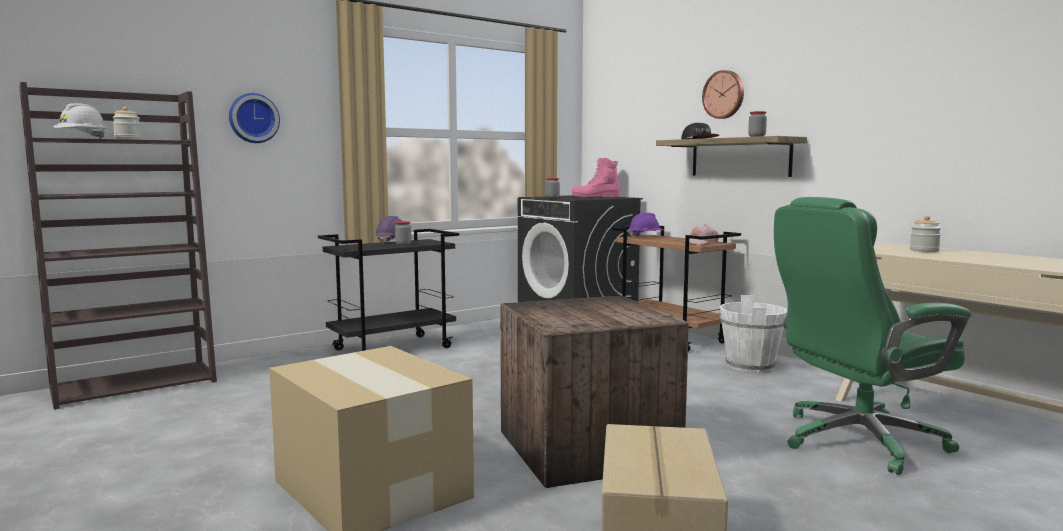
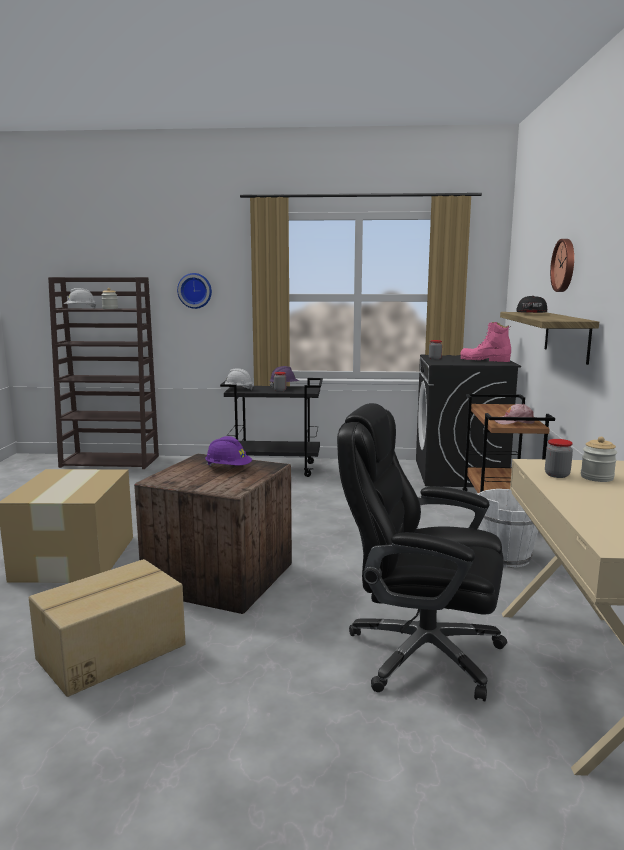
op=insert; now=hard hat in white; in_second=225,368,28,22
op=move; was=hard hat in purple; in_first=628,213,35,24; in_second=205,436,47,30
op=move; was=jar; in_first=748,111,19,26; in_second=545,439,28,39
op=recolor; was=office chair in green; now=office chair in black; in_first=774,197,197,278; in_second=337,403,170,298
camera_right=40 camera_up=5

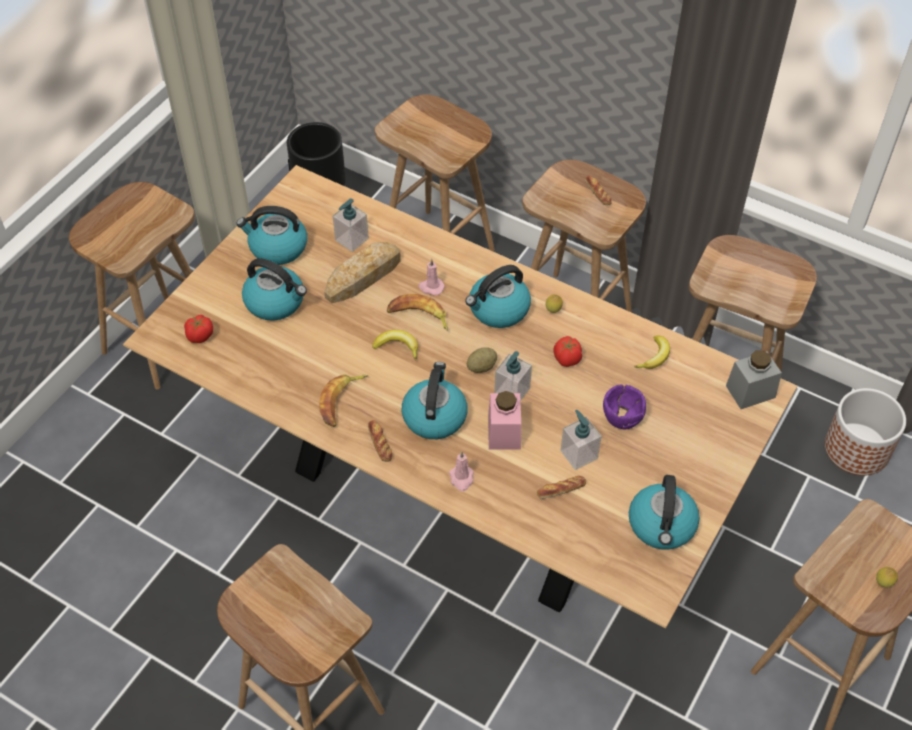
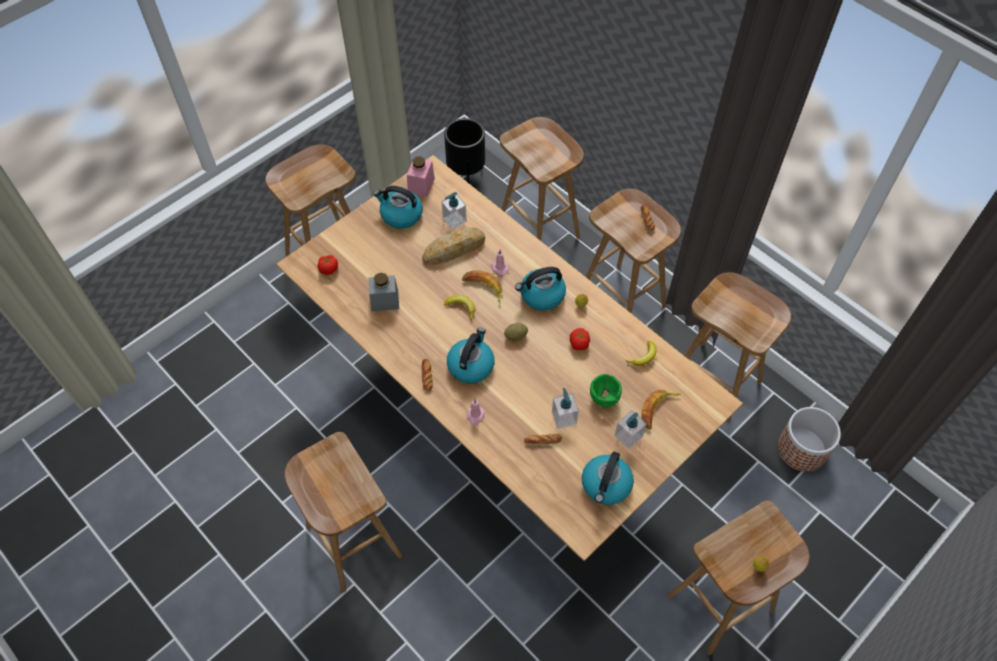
op=delete; was=kettle; in_first=242,258,65,63
op=move; was=banana; in_first=319,374,49,53; in_second=642,390,39,40
op=move; was=jar in pink; in_first=488,391,33,58; in_second=407,156,28,41
op=move; was=soap dispenser; in_first=494,351,38,50; in_second=614,410,33,39
op=move; was=jar in grey; in_first=726,350,56,59; in_second=369,273,30,39
op=recolor; was=bowl in purple; now=bowl in green; in_first=603,384,43,46; in_second=590,374,32,33
camera_right=15 camera_up=5

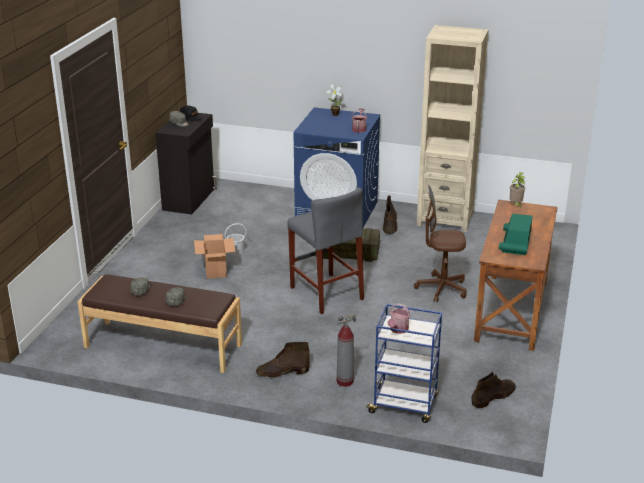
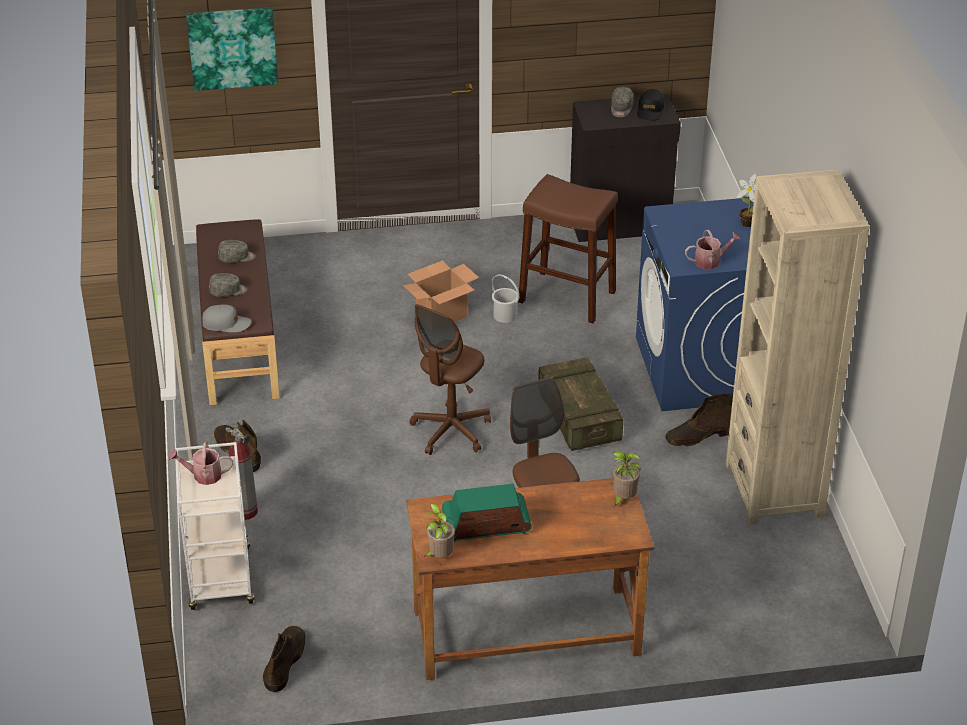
op=insert; now=picture; in_second=186,7,92,84
op=insert; now=cap in grey; in_second=202,305,49,28
op=insert; now=potted plant; in_second=421,503,34,55
op=insert; now=stool in brown; in_second=518,174,100,149
op=replace; was=stool in grey; now=office chair in brown; in_first=288,187,76,127; in_second=409,304,82,151
op=recolor; was=cart in blue; now=cart in white; in_first=365,304,77,119; in_second=175,442,80,168
op=rotate; was=boot in brown; in_first=472,371,44,37; in_second=263,626,42,66; clockwise=-105
camera_right=65 camera_up=10

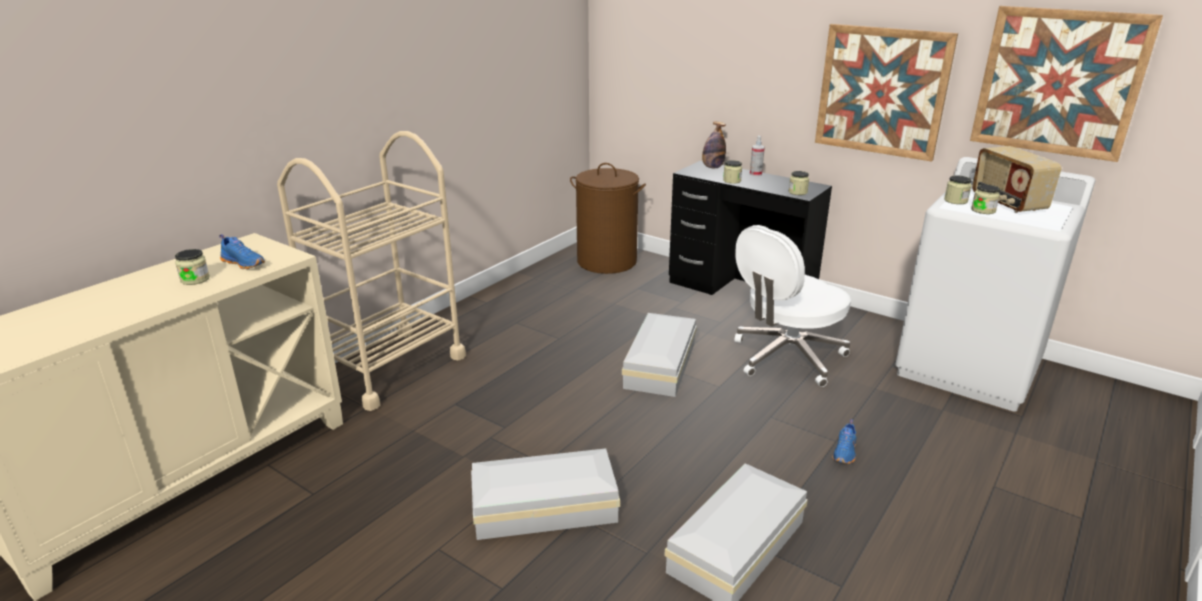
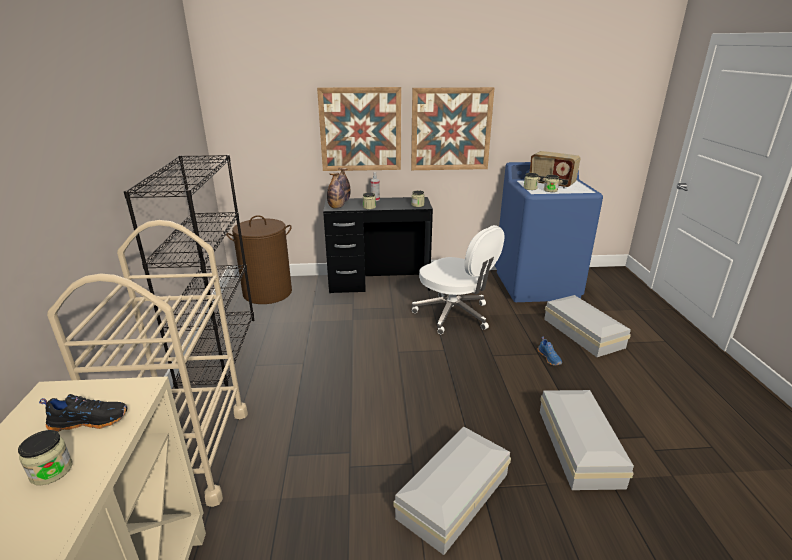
op=insert; now=bookcase in black; in_second=124,155,130,234
op=insert; now=bottle; in_second=327,173,18,36
op=move; was=storage box in white; in_first=622,313,75,84; in_second=544,295,87,62
op=move; was=picture; in_first=970,6,193,156; in_second=317,87,84,84
op=recolor; was=shoe in blue; now=shoe in black; in_first=219,234,46,35; in_second=39,394,89,38
op=recolor; was=washing machine in white; now=washing machine in blue; in_first=895,157,201,255; in_second=495,162,108,140
op=rotate; was=office chair in white; in_first=734,225,117,162; in_second=412,225,92,109; clockwise=-60
camera_right=-40 camera_up=0

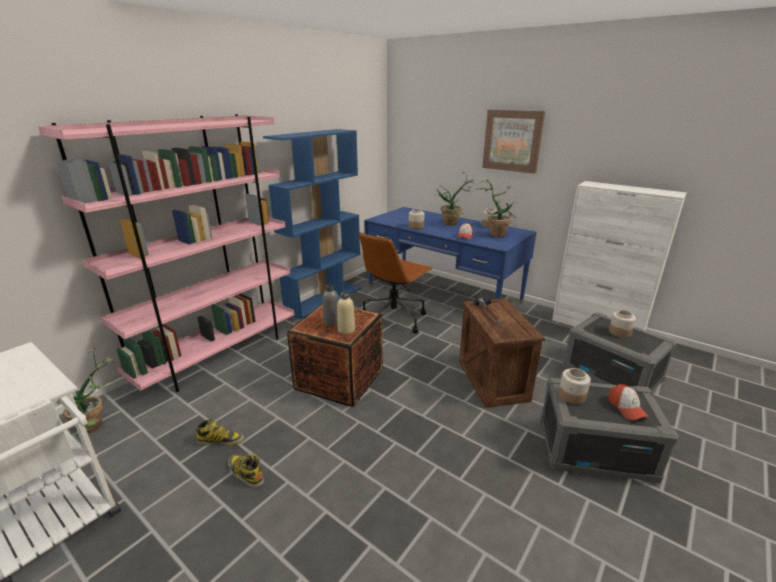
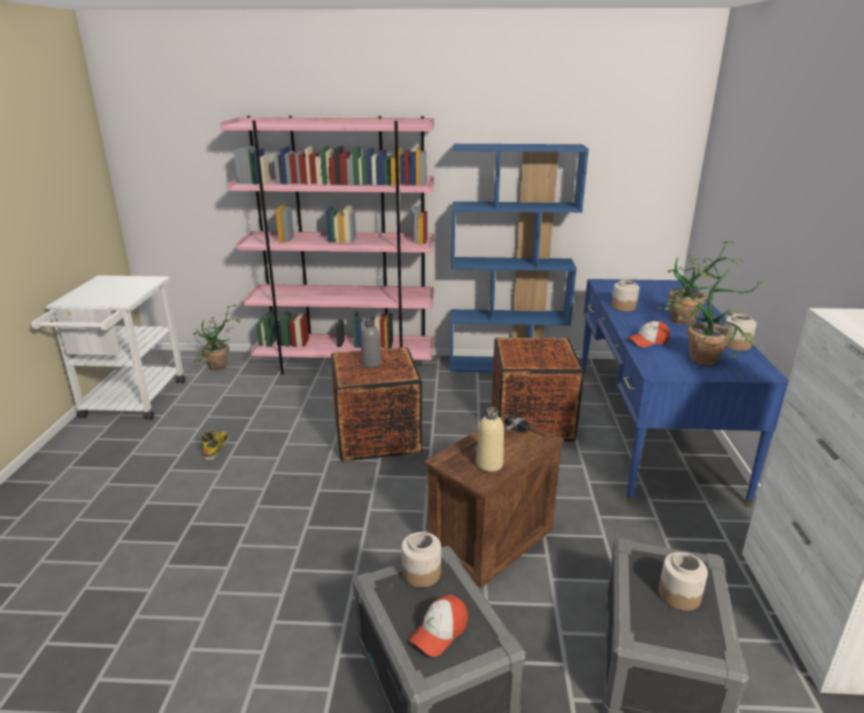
op=delete; was=boot; in_first=196,419,48,27
op=delete; was=picture; in_first=482,110,63,64
op=move; was=bottle in beige; in_first=337,291,18,43; in_second=476,407,28,65
op=replace; was=office chair in brown; now=crate; in_first=359,232,74,101; in_second=492,338,92,103
camera_right=55 camera_up=0

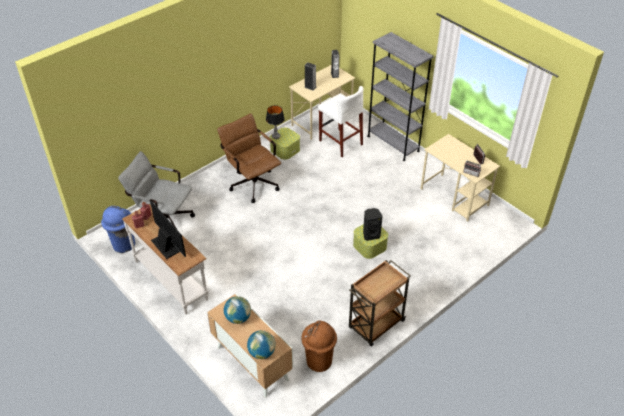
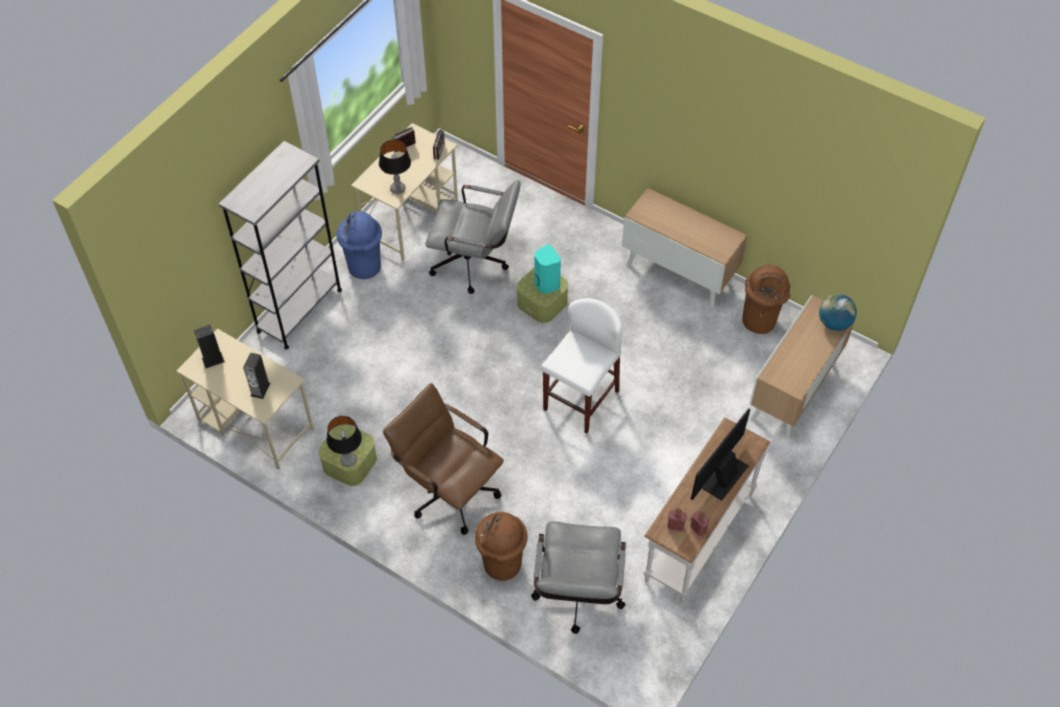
op=delete; was=globe; in_first=224,296,27,28
op=insert; now=table lamp; in_second=379,140,32,54
op=insert; now=office chair in grey; in_second=425,180,96,114
op=insert; now=trash can in brown; in_second=475,512,53,69
op=move; was=trash can in blue; in_first=101,206,34,47; in_second=336,211,46,68
op=move; was=stool in white; in_first=318,86,45,71; in_second=541,298,81,136
op=replace; was=cart in brown; now=cabinet; in_first=349,260,62,87; in_second=622,188,125,120
op=recolor; was=speaker in black; now=speaker in turquoise; in_first=363,208,20,33; in_second=534,245,27,49
op=rotate; was=office chair in brown; in_first=217,114,64,89; in_second=383,383,121,152; clockwise=90
camera_right=-105 camera_up=10

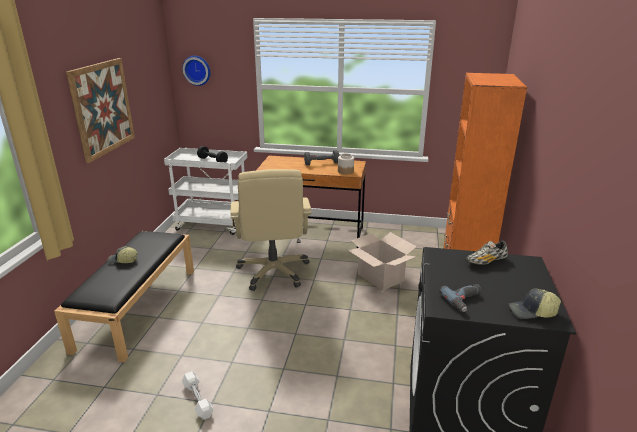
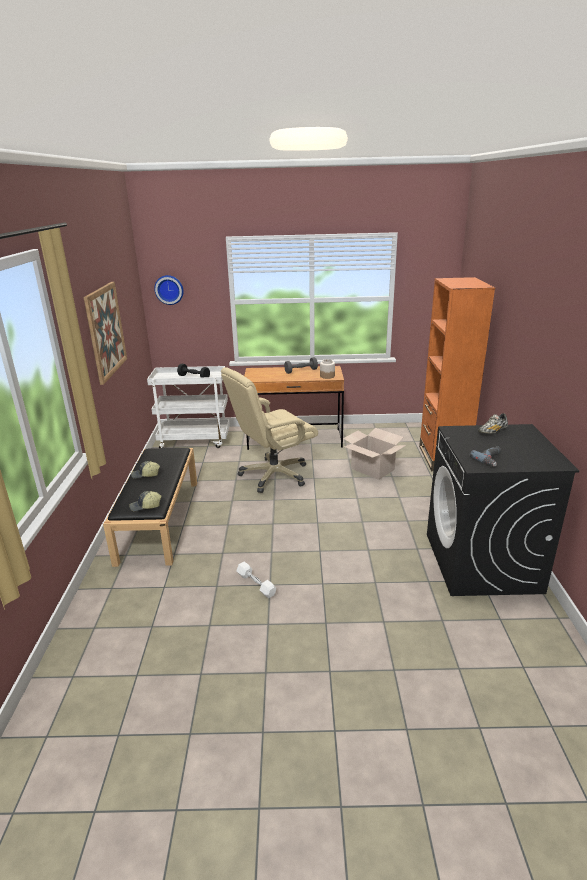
op=move; was=cap; in_first=509,289,52,30; in_second=130,491,31,20
op=rotate; was=office chair in beige; in_first=230,169,82,122; in_second=221,367,97,126; clockwise=75
camera_right=-10 camera_up=0

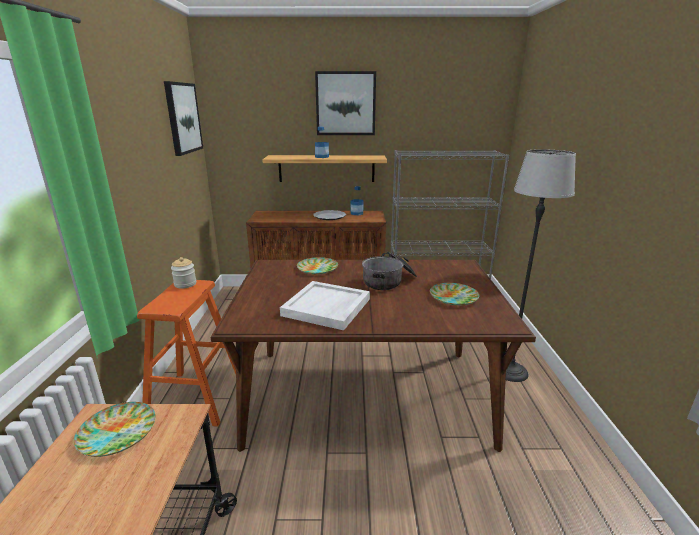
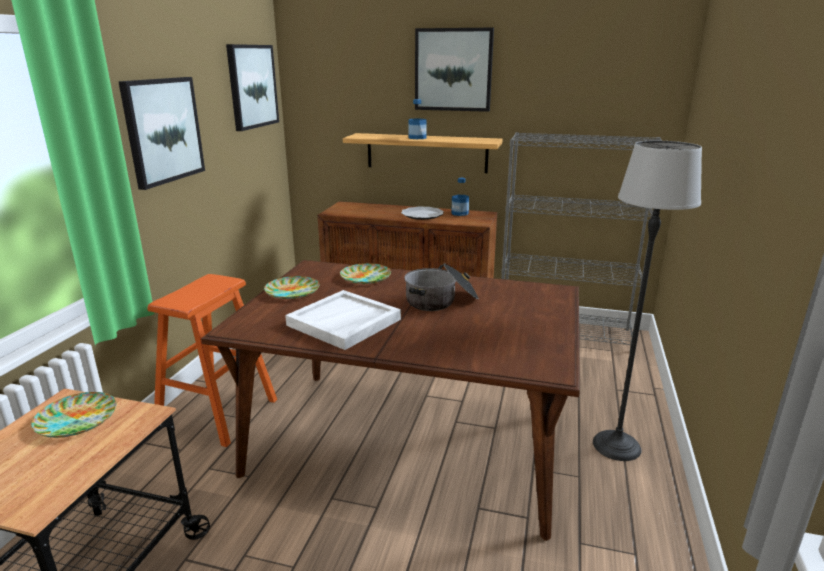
op=delete; was=jar; in_first=171,257,25,32
op=insert; now=picture; in_second=118,77,87,113
op=move; was=plate; in_first=430,283,49,23; in_second=264,276,55,23
camera_right=15 camera_up=0

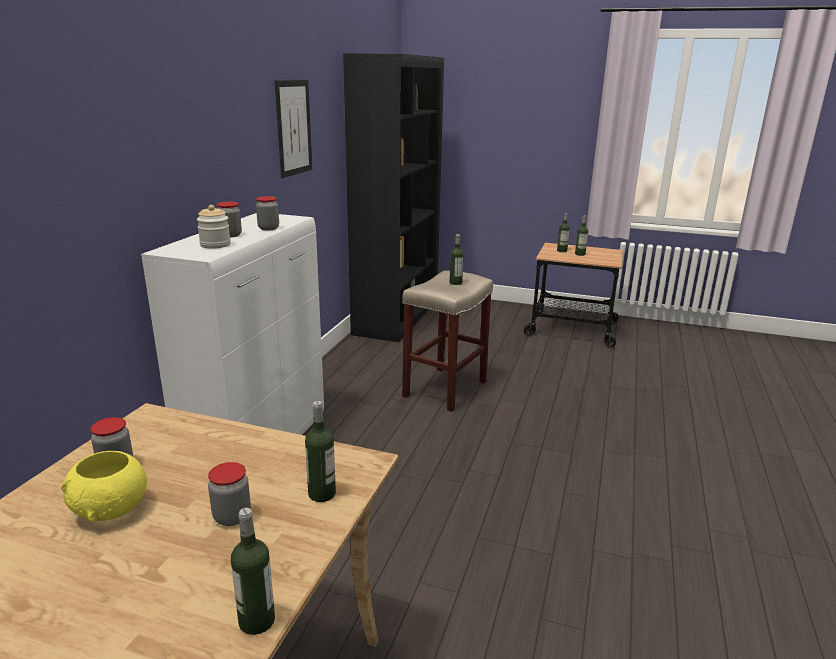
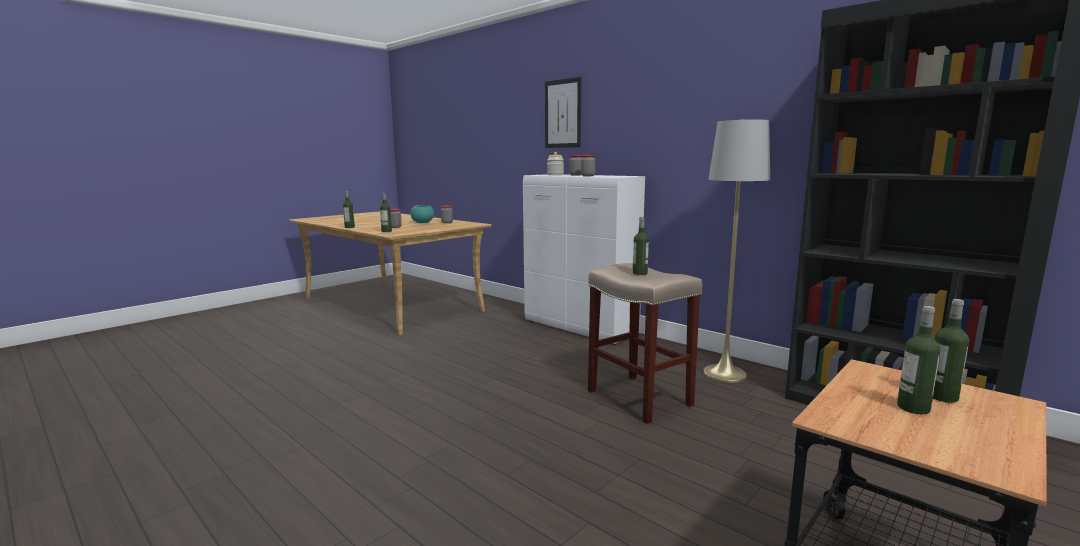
op=insert; now=floor lamp in grey; in_second=703,119,67,264
op=move; was=picture; in_first=275,80,37,98; in_second=545,77,36,71
op=recolor; was=bowl in yellow; now=bowl in turquoise; in_first=61,451,86,71; in_second=411,205,23,18
camera_right=115 camera_up=-10

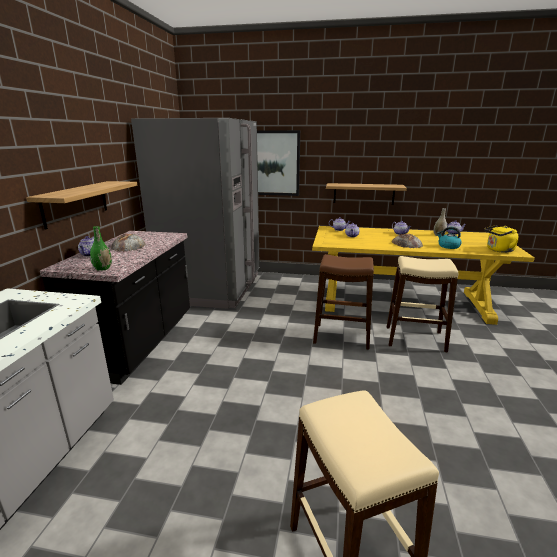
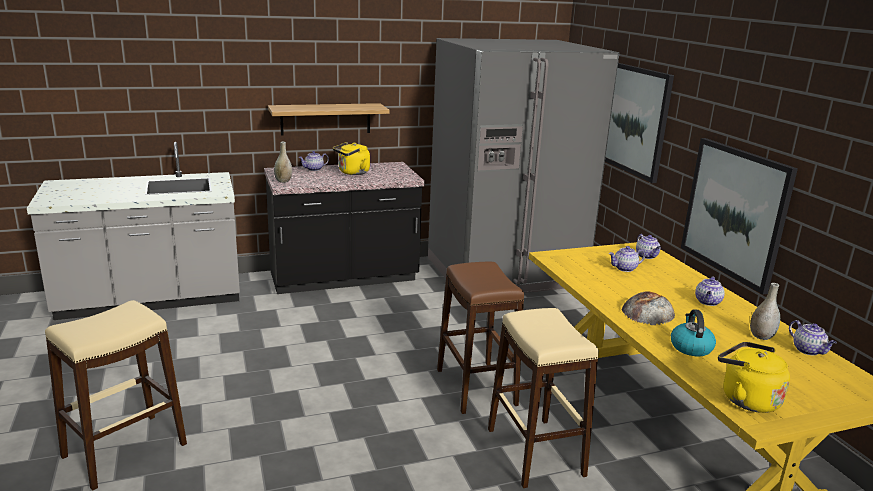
op=replace; was=bread; now=kettle in yellow; in_first=111,234,35,18; in_second=333,142,37,33
op=replace; was=shelf; now=picture; in_first=326,183,81,22; in_second=681,138,117,156
op=recolor; was=vase in green; now=vase in grey; in_first=90,226,22,45; in_second=274,142,18,41
camera_right=60 camera_up=0

